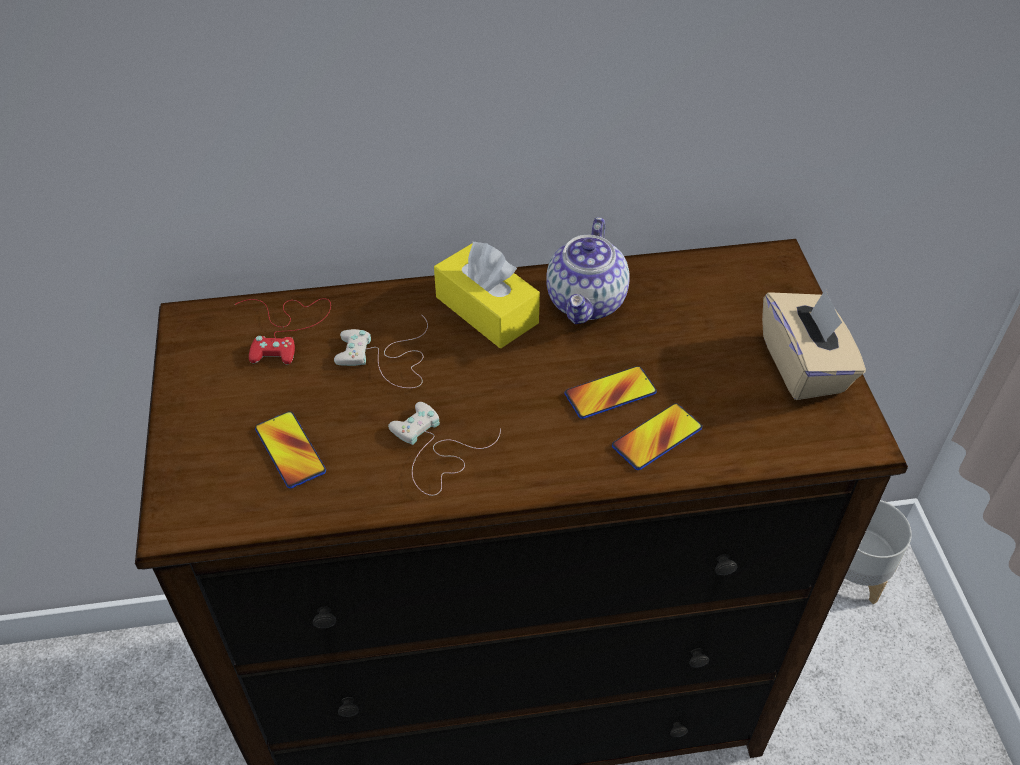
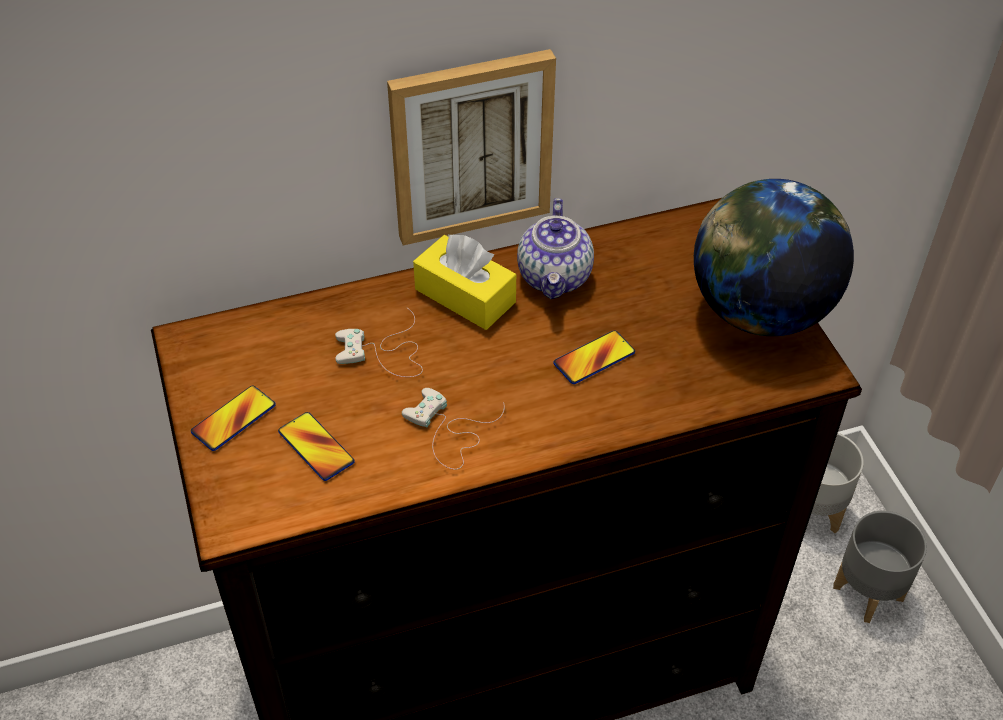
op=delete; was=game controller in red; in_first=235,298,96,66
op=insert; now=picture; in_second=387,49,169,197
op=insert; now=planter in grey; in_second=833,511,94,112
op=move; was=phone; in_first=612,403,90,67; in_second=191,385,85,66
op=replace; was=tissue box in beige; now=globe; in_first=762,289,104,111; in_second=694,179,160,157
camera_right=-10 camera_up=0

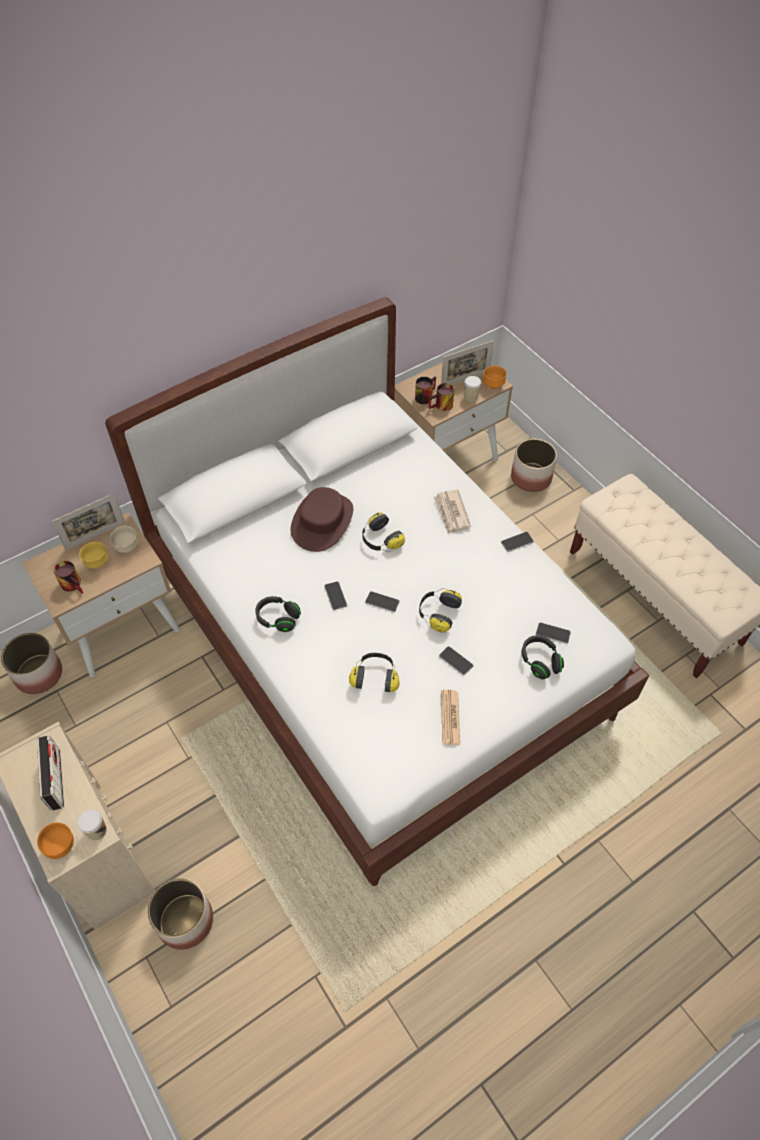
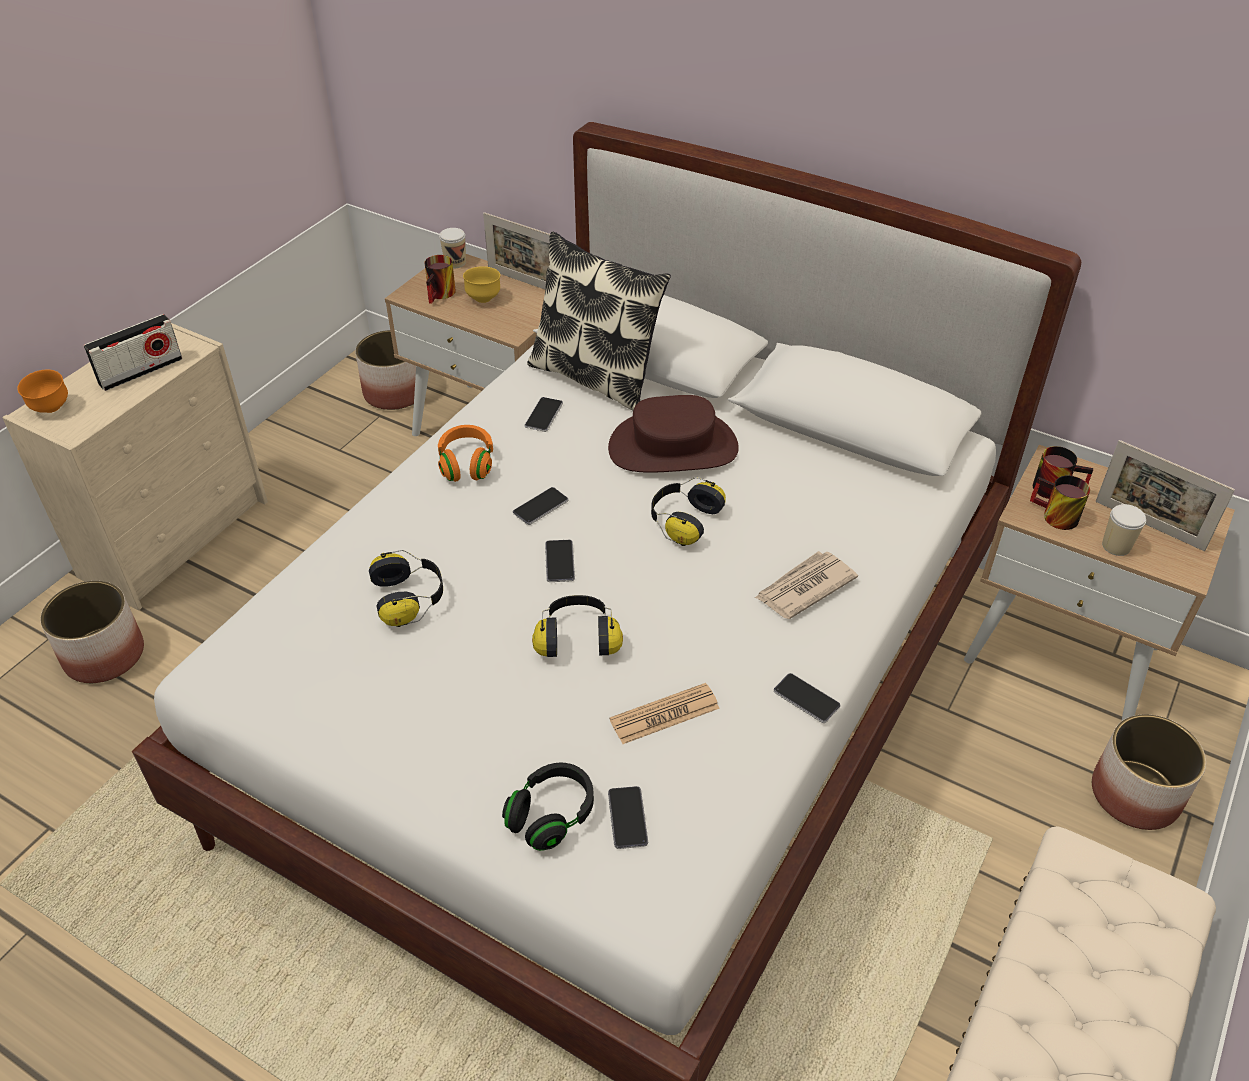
op=delete; was=bowl in beige; in_first=110,526,28,27
op=delete; was=bowl in orange; in_first=484,366,23,23
op=insert; now=pillow; in_second=527,231,144,179
op=move; was=cup; in_first=77,809,30,31; in_second=439,228,27,40
op=move; was=phone; in_first=439,646,34,30; in_second=525,397,38,35
op=move; was=newspaper; in_first=441,690,19,55; in_second=610,683,110,61
op=recolor; was=headphones in black; now=headphones in orange; in_first=255,596,46,36; in_second=438,425,55,57
camera_right=65 camera_up=-10

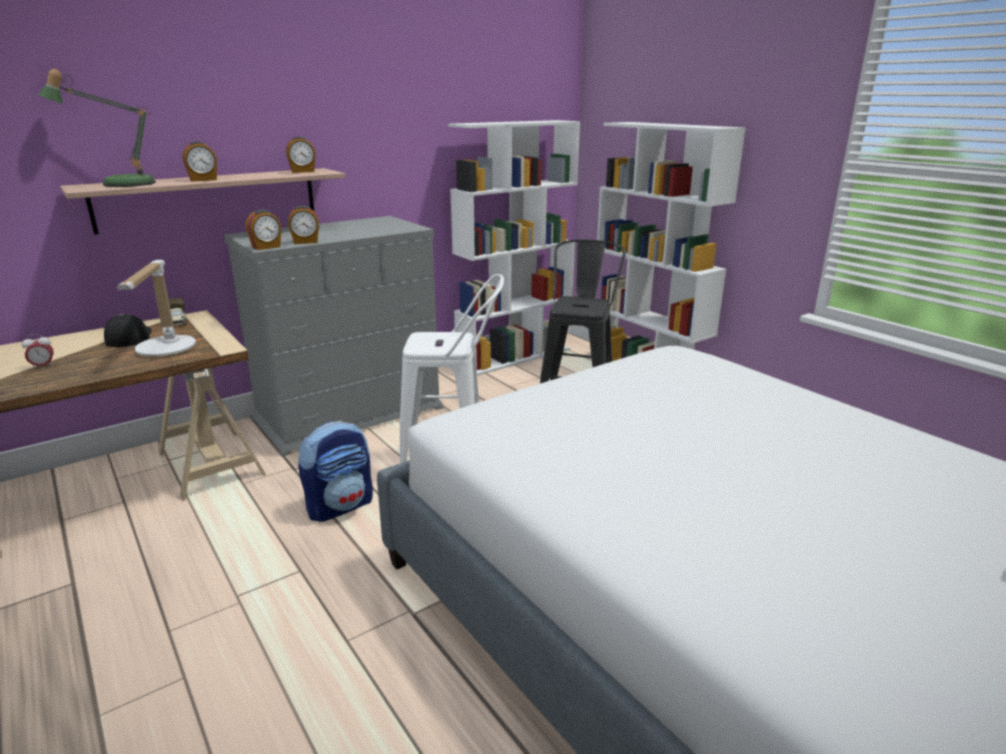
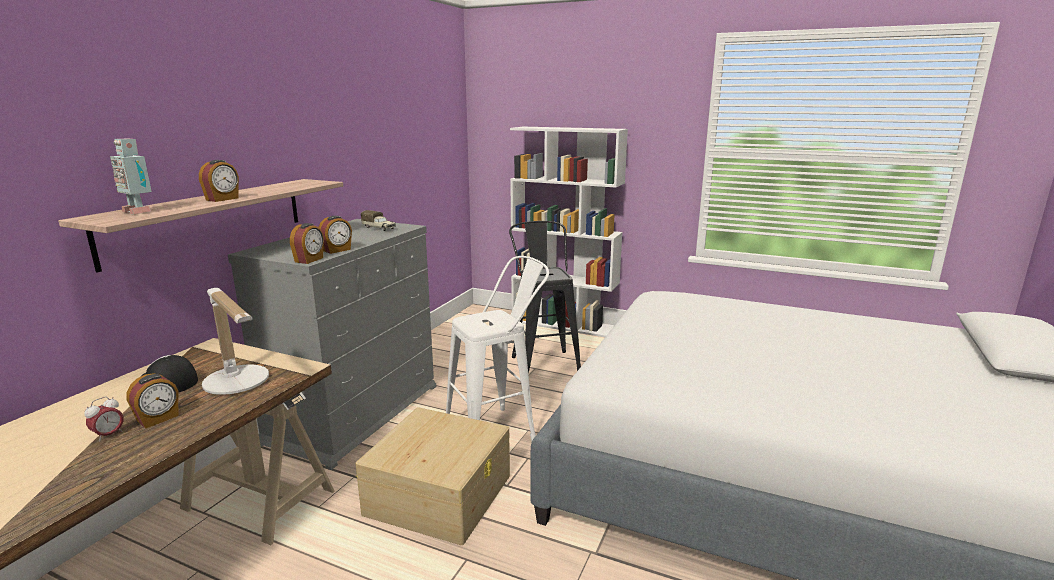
op=delete; was=bookcase in white; in_first=448,120,132,256
op=move; was=toy truck; in_first=169,298,18,27; in_second=361,210,35,21
op=move; was=alarm clock; in_first=286,136,30,37; in_second=127,373,52,56
op=replace; was=table lamp; now=toy robot; in_first=38,69,118,118; in_second=110,139,42,75
op=replace; was=backpack; now=storage box in beige; in_first=298,421,75,101; in_second=356,407,154,138
camera_right=-30 camera_up=-5

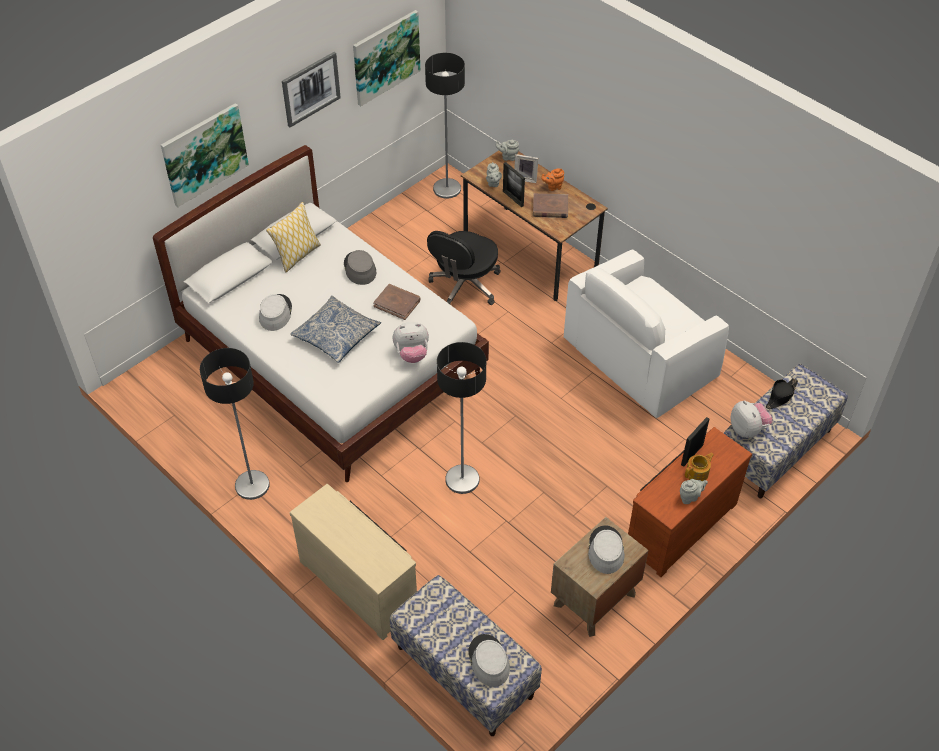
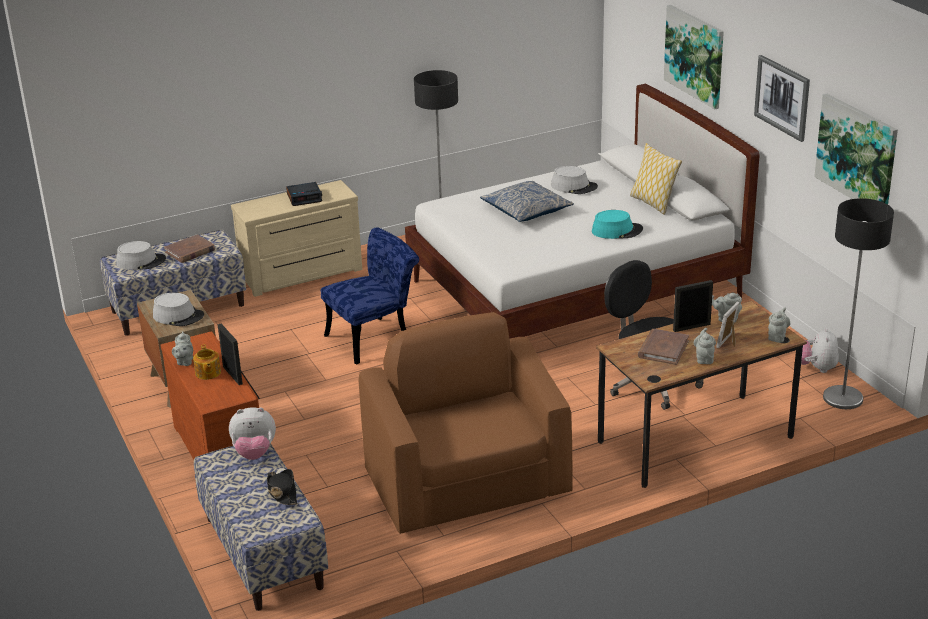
op=insert; now=alarm clock; in_second=286,182,36,24
op=move; was=book in brown; in_first=373,284,48,36; in_second=164,234,51,29
op=move; was=plush toy; in_first=393,322,36,41; in_second=801,328,38,45
op=replace; was=floor lamp; now=chair in blue; in_first=437,342,49,152; in_second=321,227,98,137
op=recolor; was=hat in grey; now=hat in turquoise; in_first=344,250,32,35; in_second=592,210,51,29
op=recolor; was=teapot in orange; now=teapot in grey; in_first=541,168,23,23; in_second=694,328,22,36
op=recolor; was=armchair in white; now=armchair in brown; in_first=564,250,165,168; in_second=358,312,215,222
camera_right=110 camera_up=-20

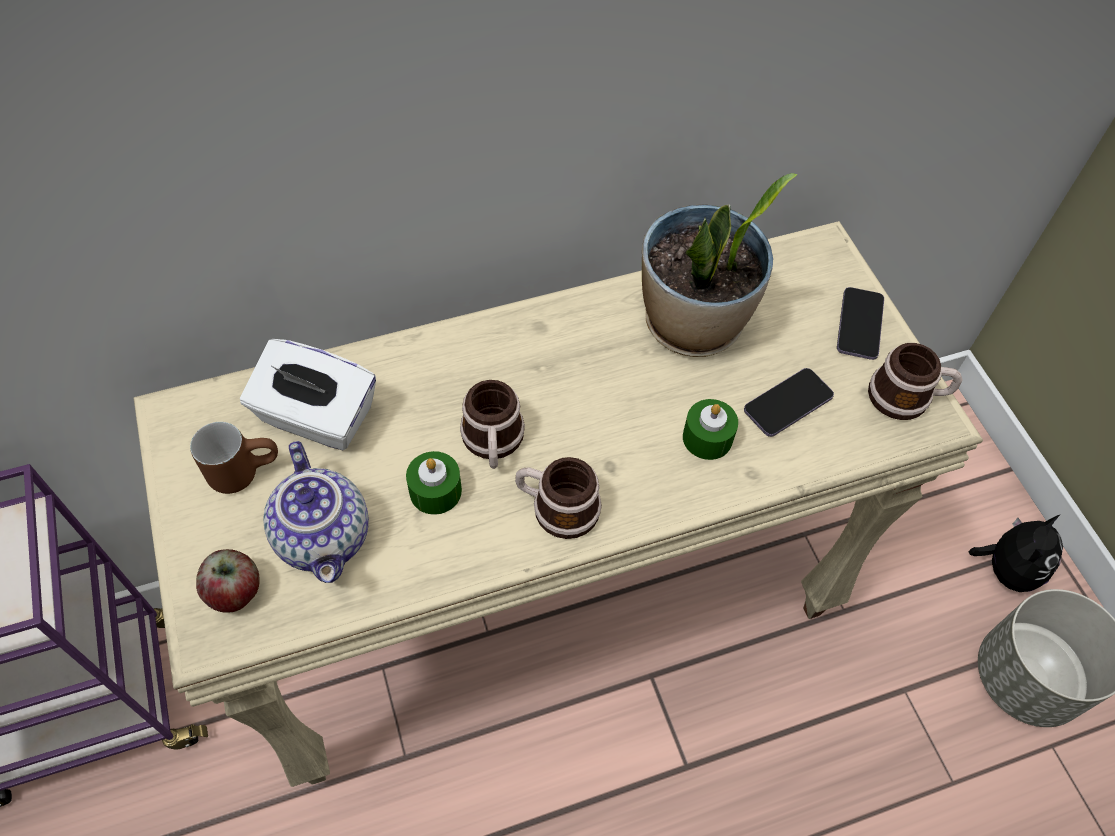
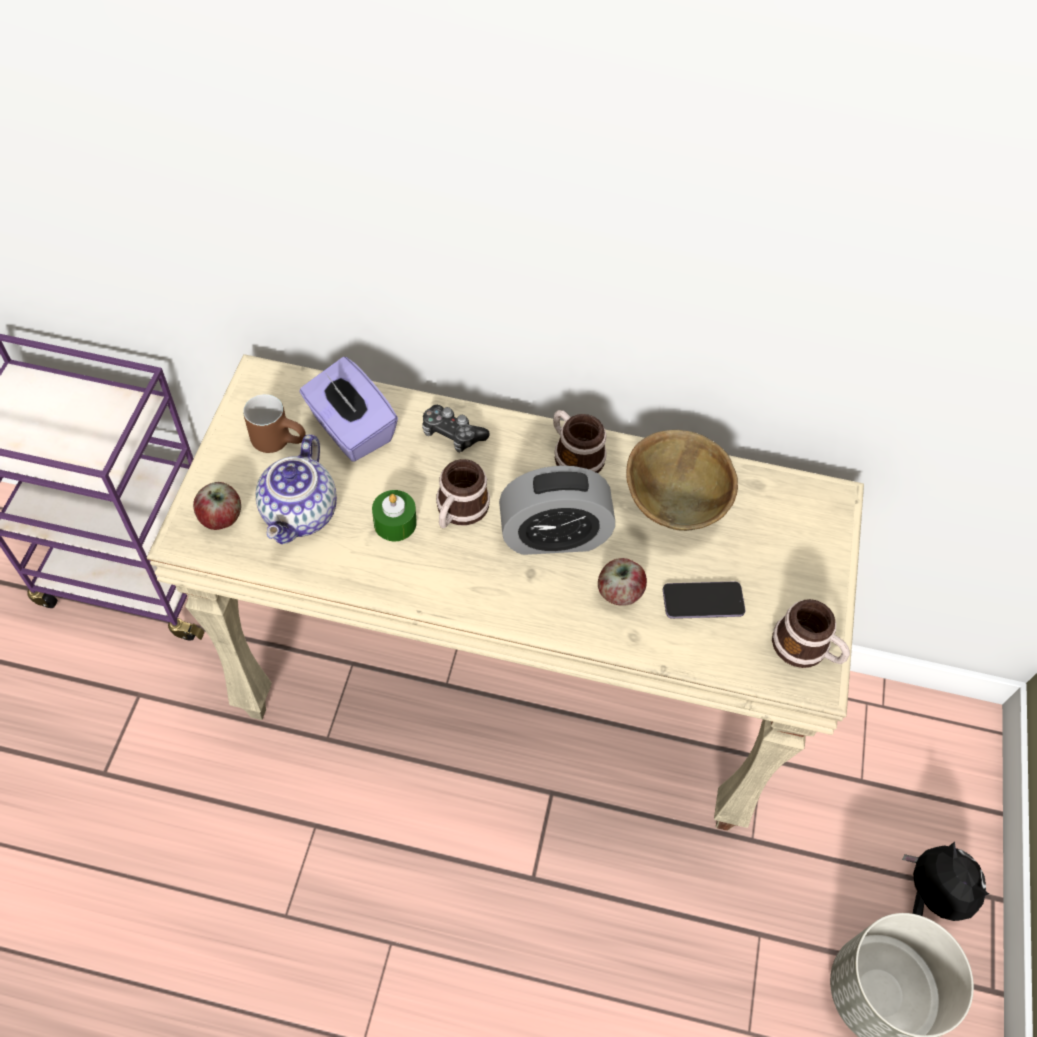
op=delete; was=phone; in_first=837,287,47,73
op=insert; now=game controller; in_second=422,405,68,47
op=insert; now=alarm clock; in_second=499,466,116,89
op=move; was=mug; in_first=515,457,87,82; in_second=553,410,54,63
op=replace; was=potted plant; now=bowl in brown; in_first=642,173,156,184; in_second=626,430,112,101
op=replace; was=candle in green; now=apple; in_first=683,399,55,61; in_second=598,558,49,48
op=recolor; was=tissue box in white; now=tissue box in purple; in_first=240,339,136,111; in_second=300,357,98,105
op=rotate; was=plush toy; in_first=969,514,94,78; in_second=902,842,87,79; clockwise=-90
camera_right=30 camera_up=0

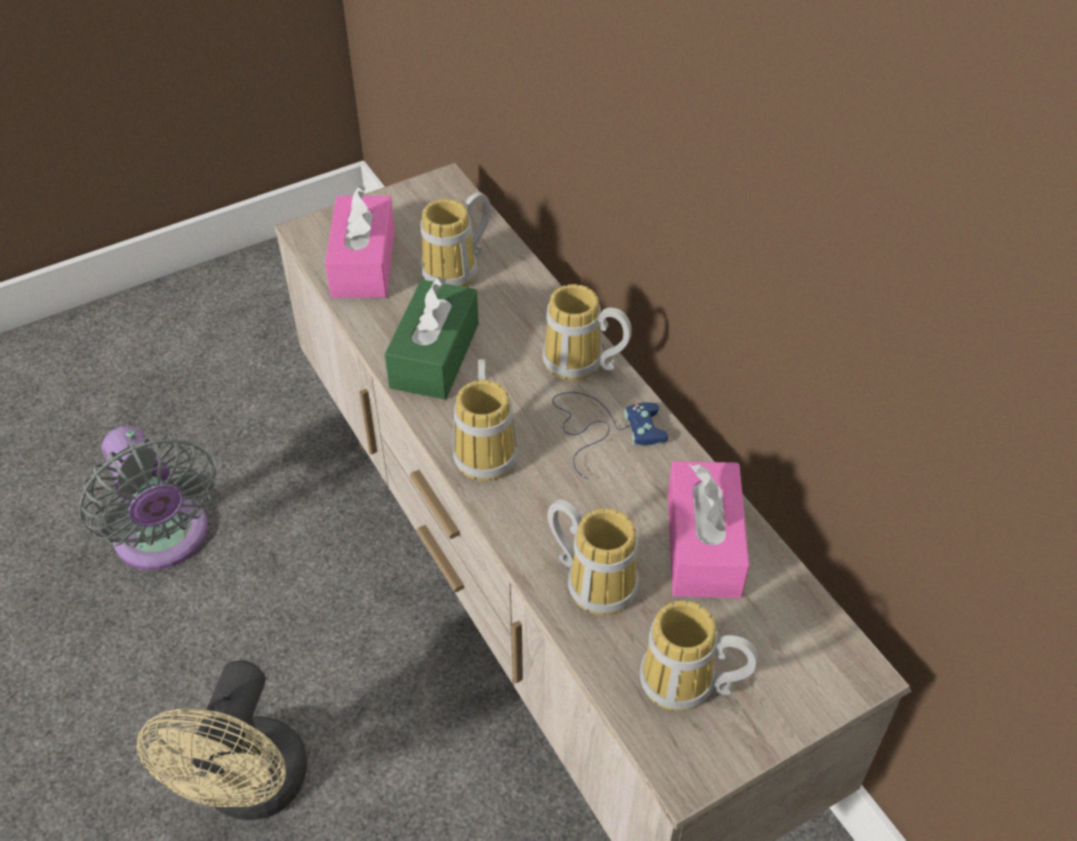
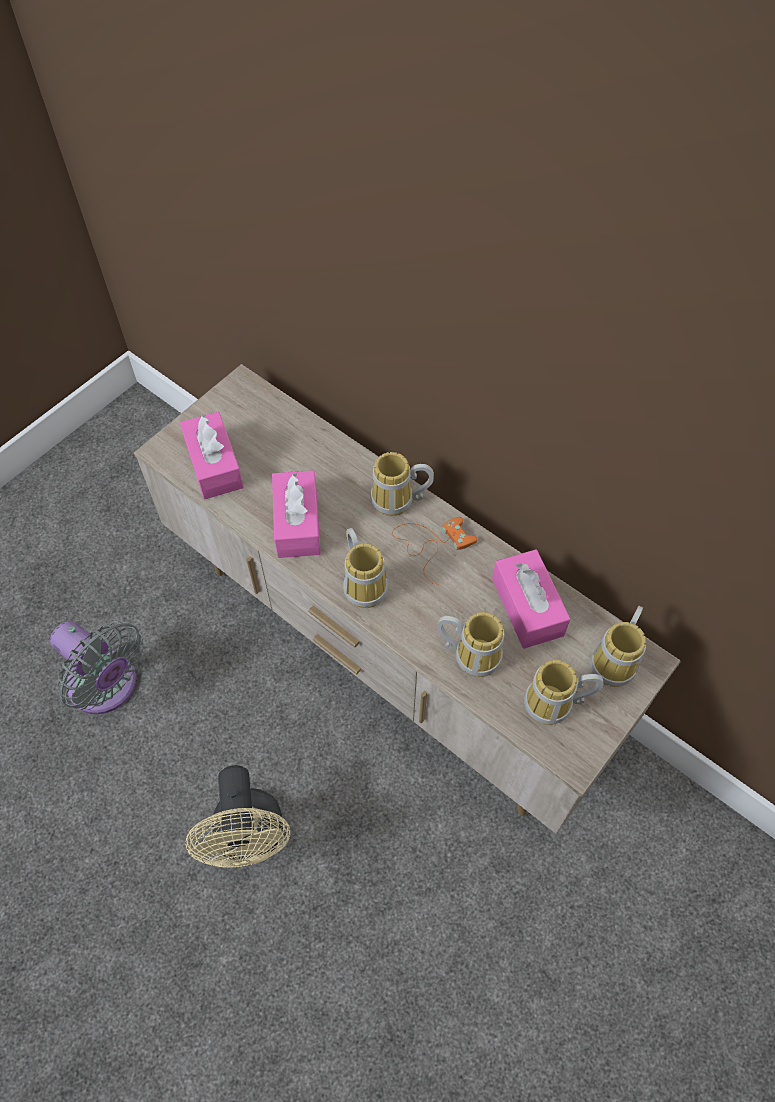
op=move; was=mug; in_first=421,192,70,95; in_second=590,606,56,81
op=recolor; was=tissue box in green; now=tissue box in pink; in_first=385,277,94,122; in_second=272,470,49,88
op=recolor; was=game controller in blue; now=game controller in orange; in_first=552,392,116,88; in_second=392,517,86,68
camera_right=-20 camera_up=10

